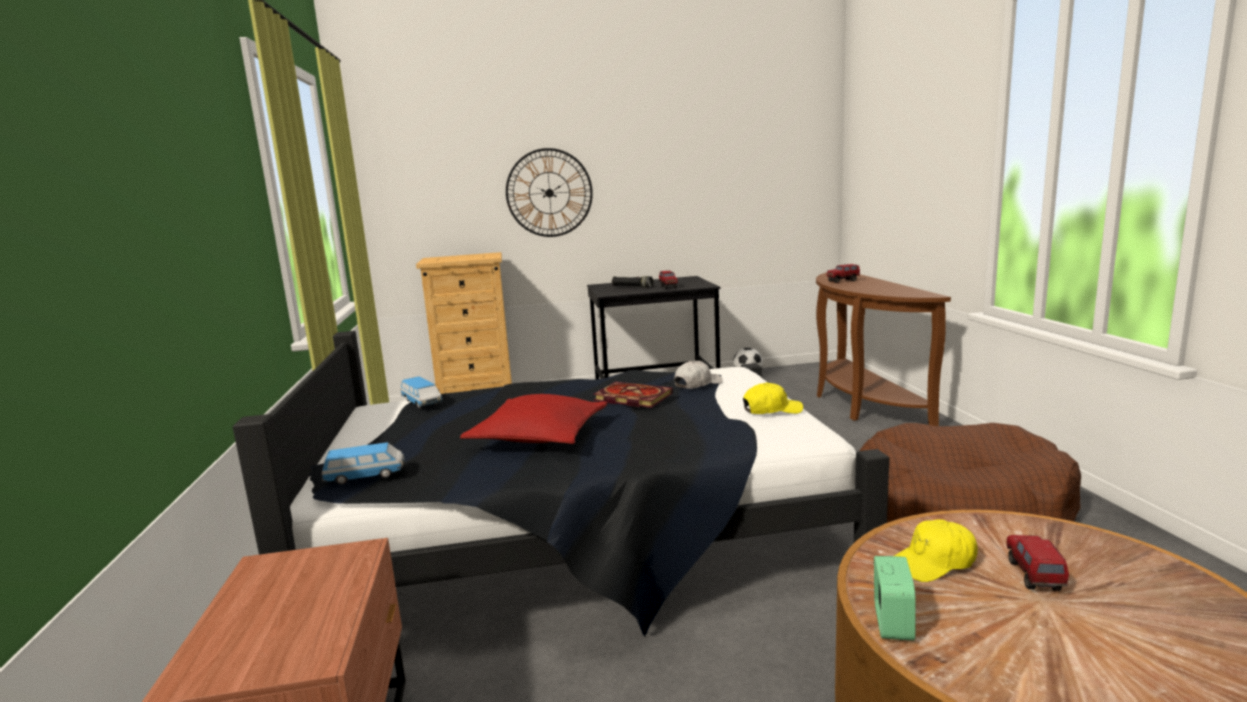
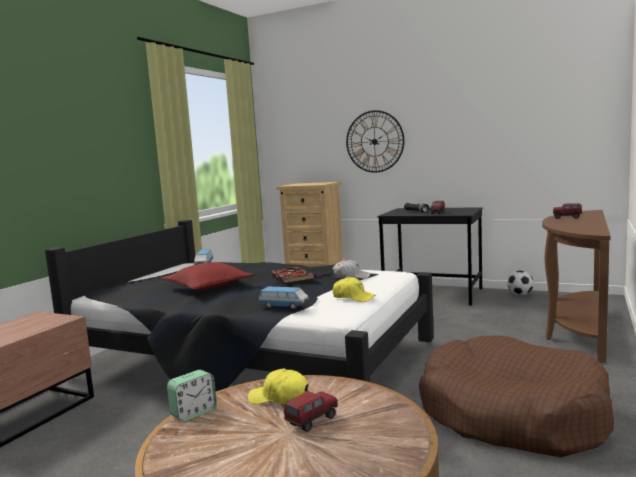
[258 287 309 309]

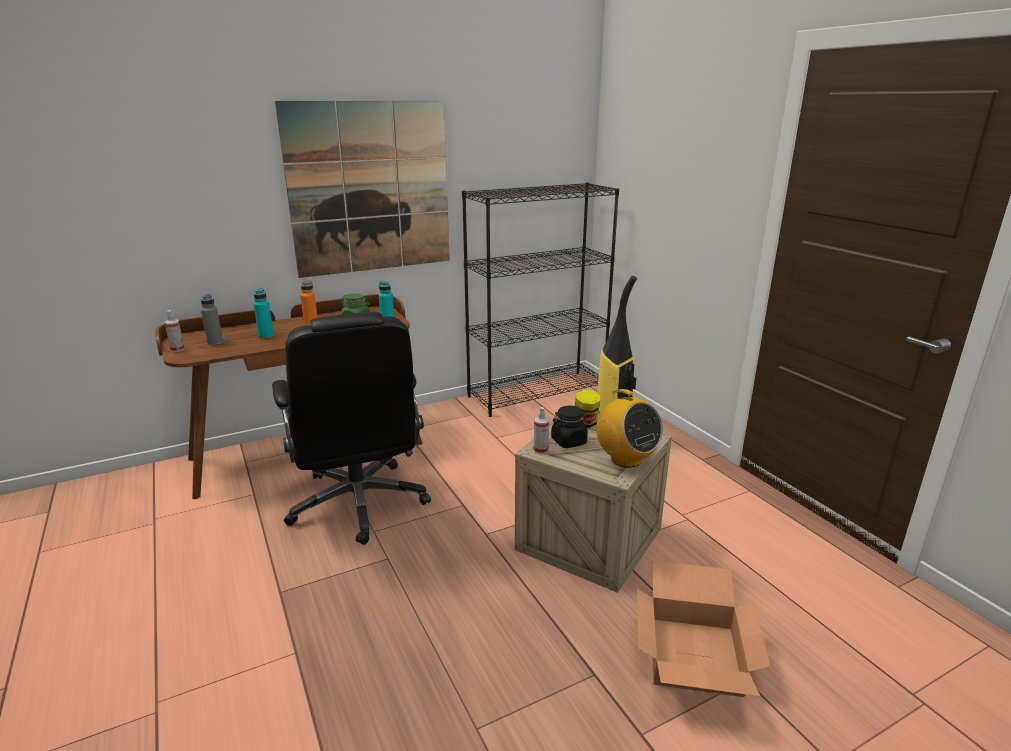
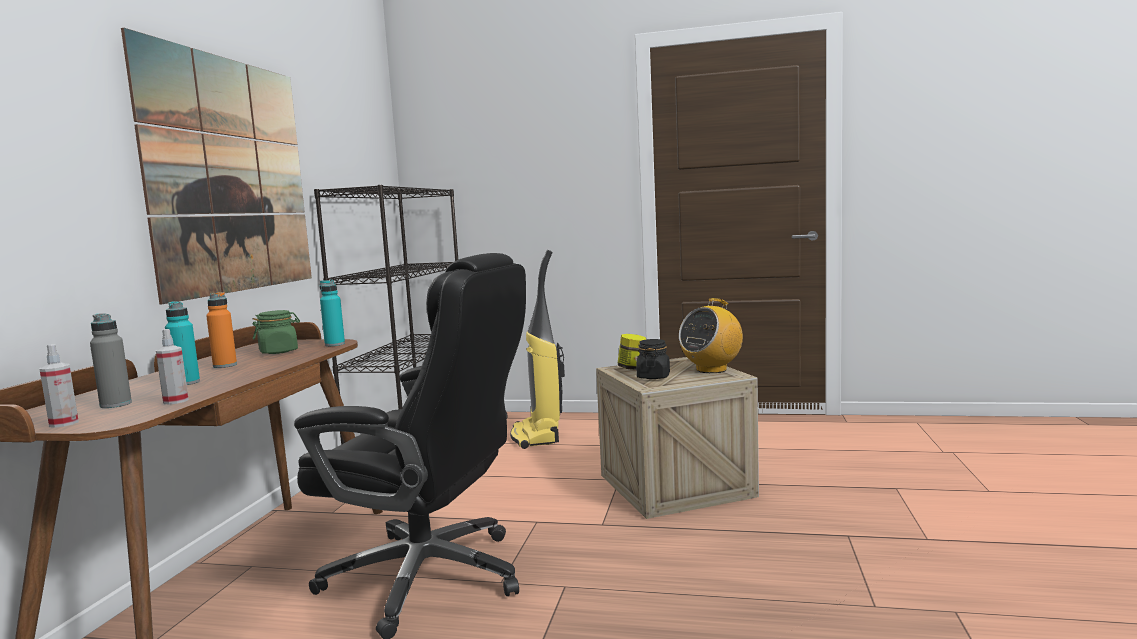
[156 329 189 404]
[679 298 743 373]
[637 561 771 697] (first image)

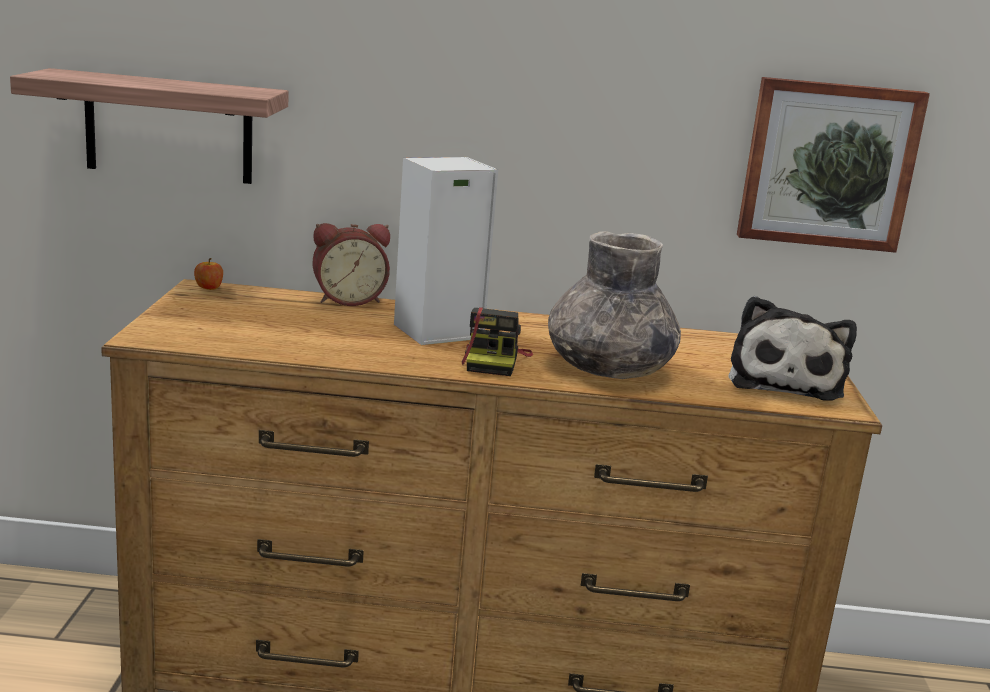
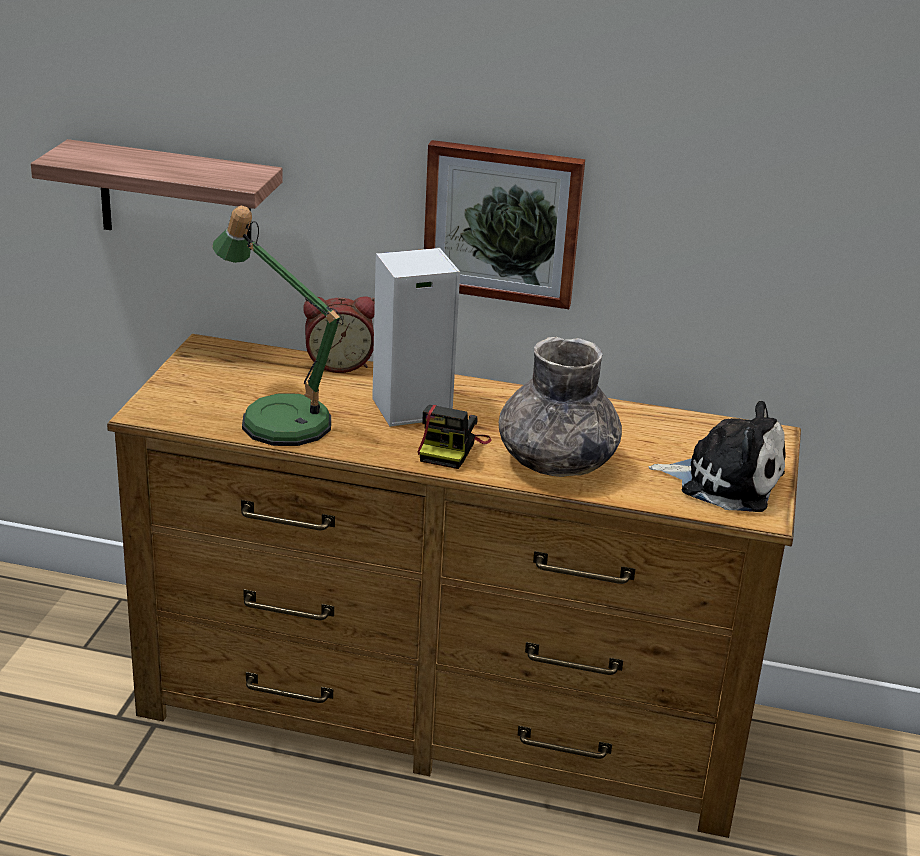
[212 205 343 446]
[424 140 585 309]
[648 401 786 512]
[194 258 223 290] (first image)

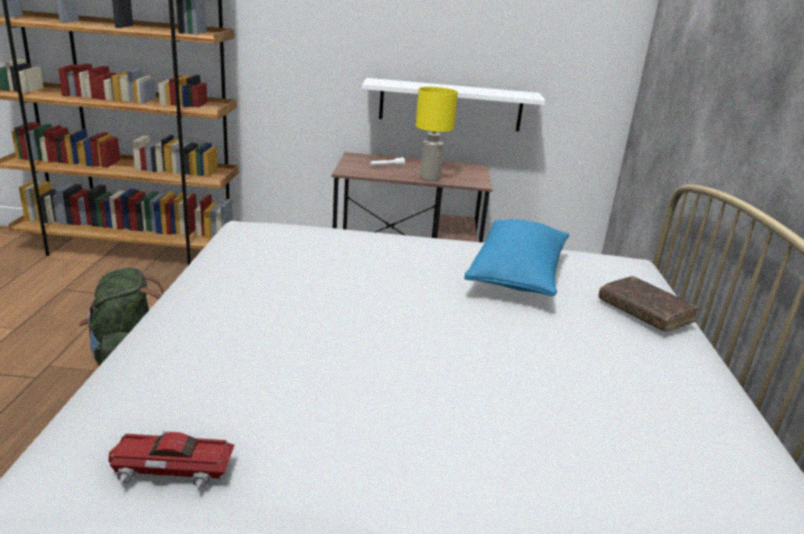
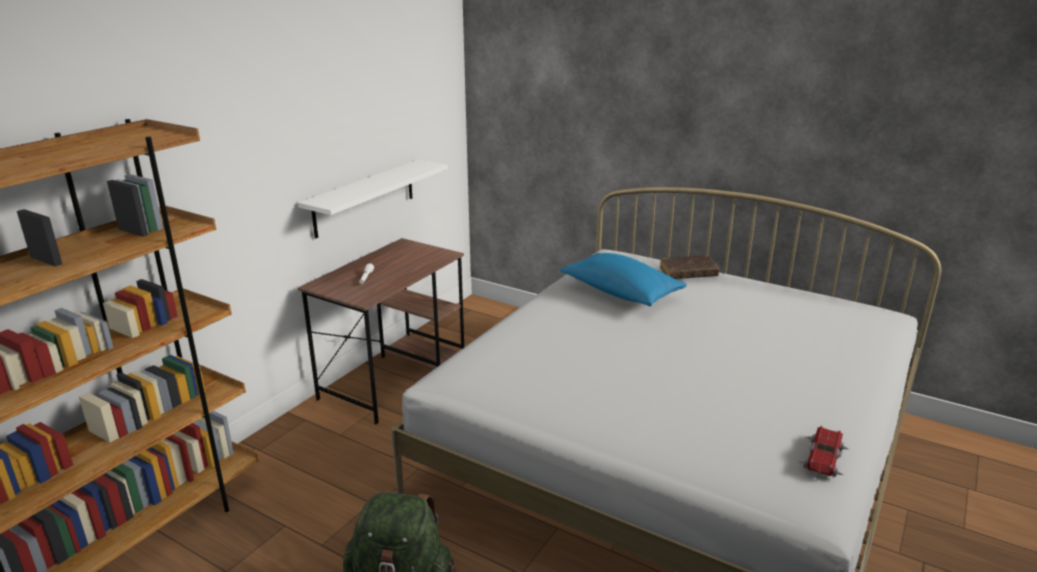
[416 87 458 181] (first image)

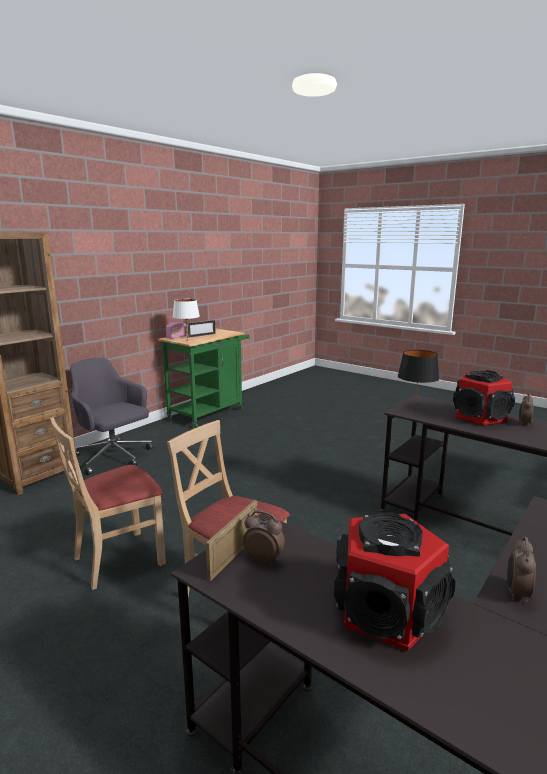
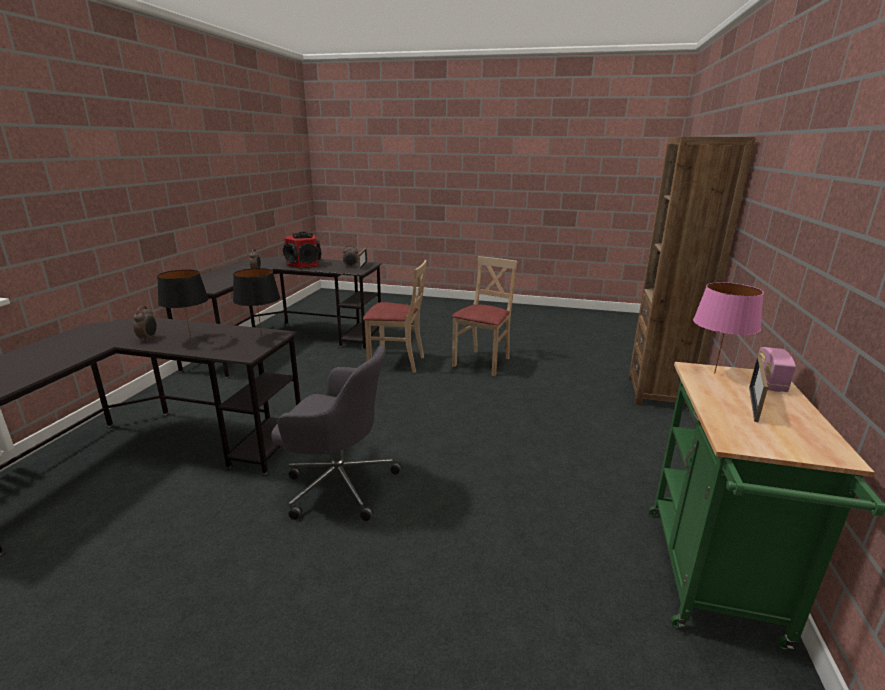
[157 270 209 338]
[271 345 402 521]
[693 282 764 374]

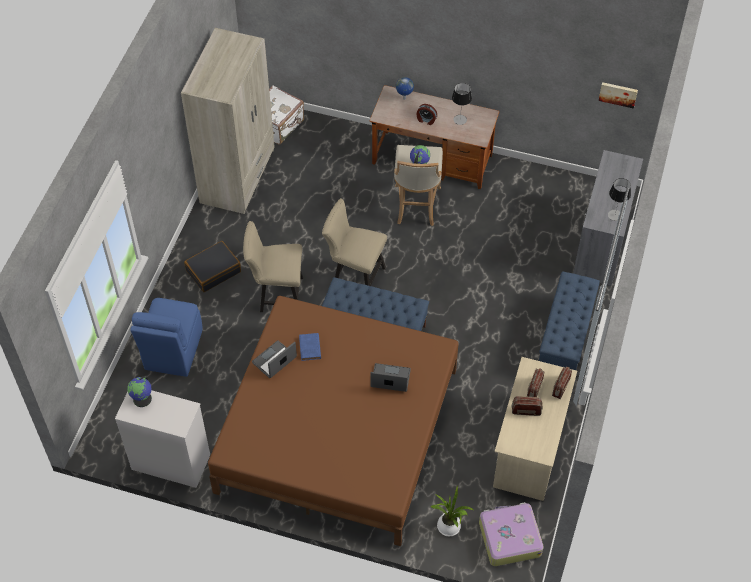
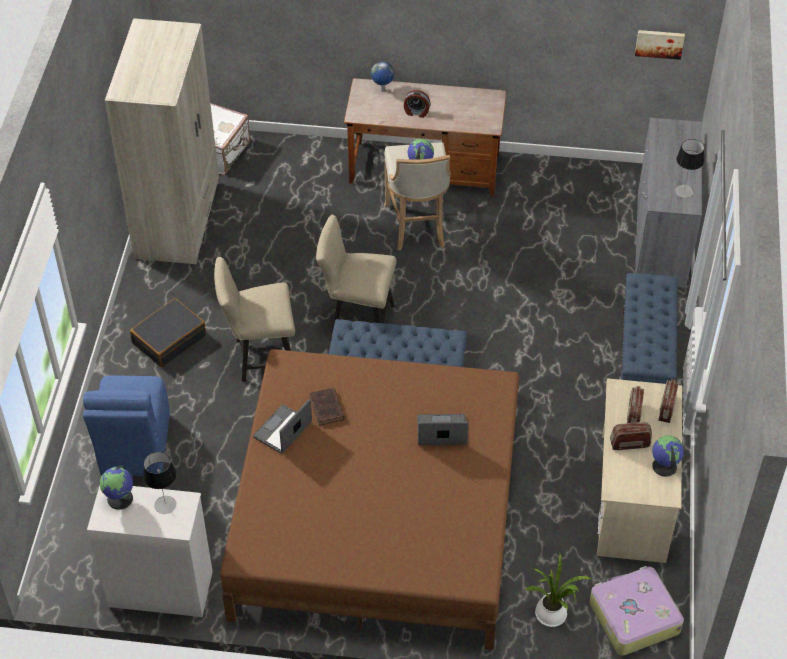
[143 452 176 514]
[309 387 345 426]
[652 435 684 477]

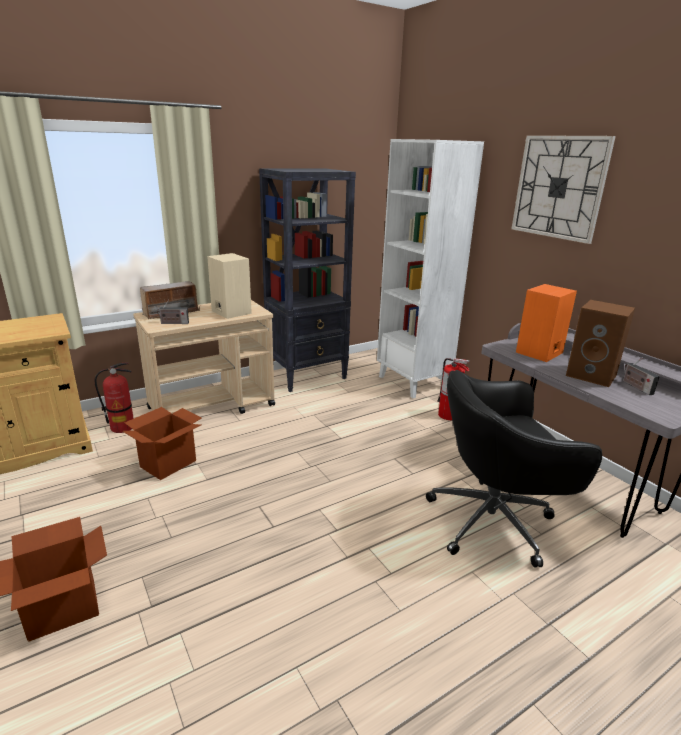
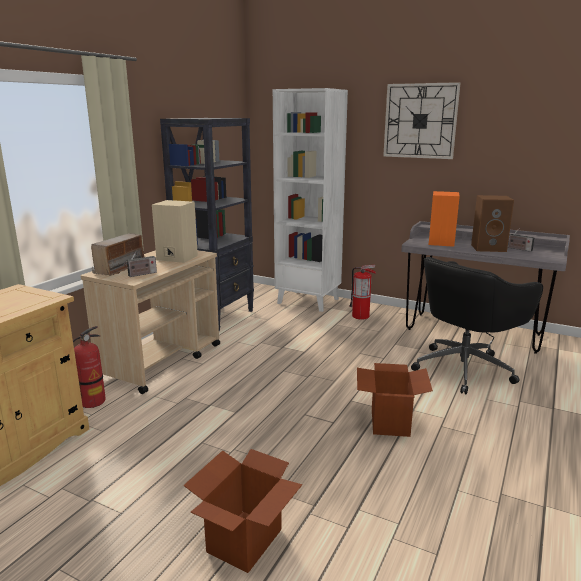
[357 363 433 437]

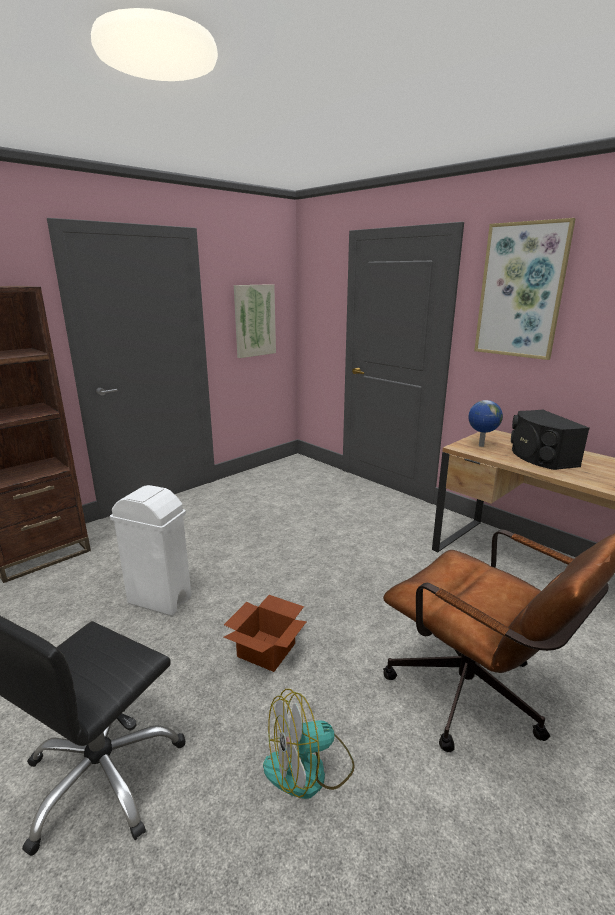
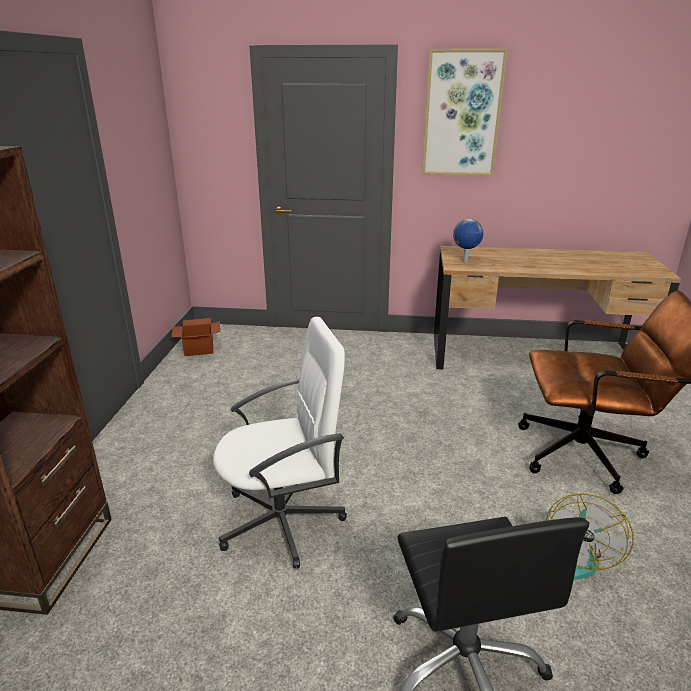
[172 318 221 356]
[213 317 347 568]
[234 284 276 358] (first image)
[511 410 590 470] (first image)

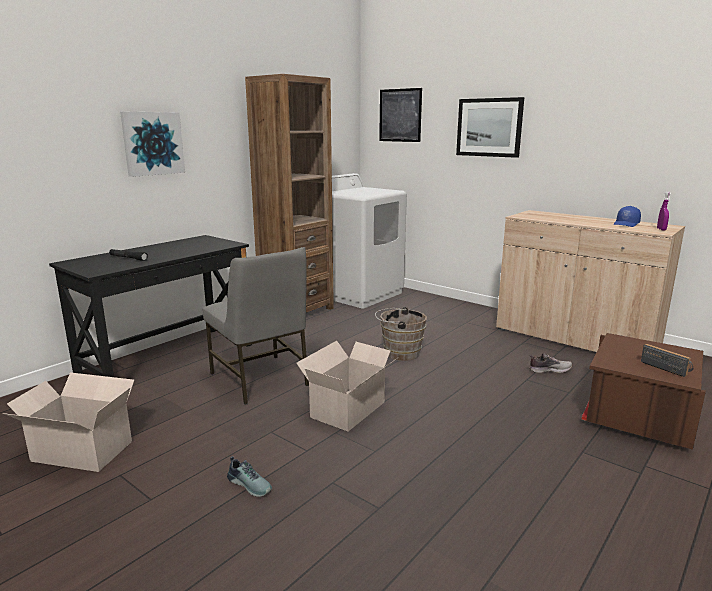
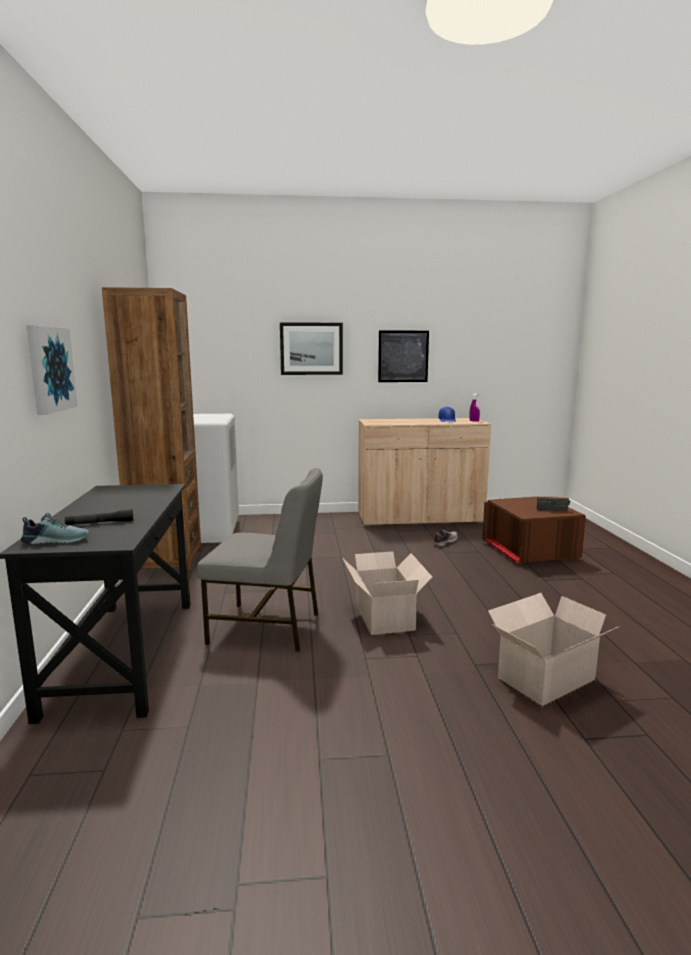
[21 513 89 544]
[378 331 429 382]
[488 593 618 706]
[375 307 427 361] (first image)

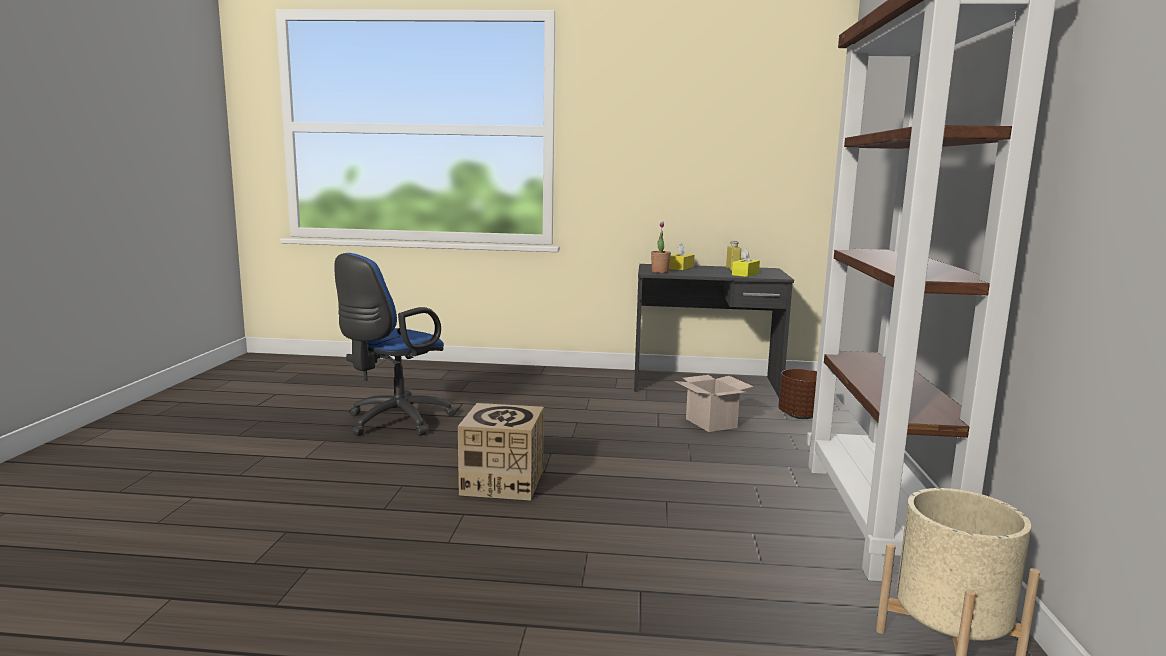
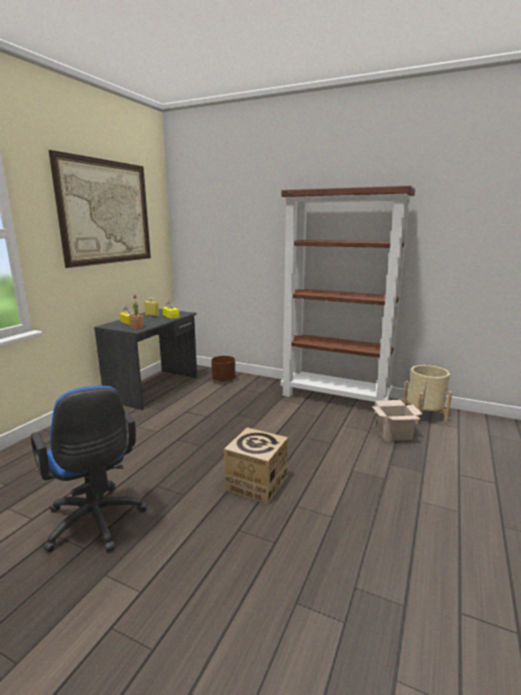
[48 150 151 268]
[372 400 422 441]

